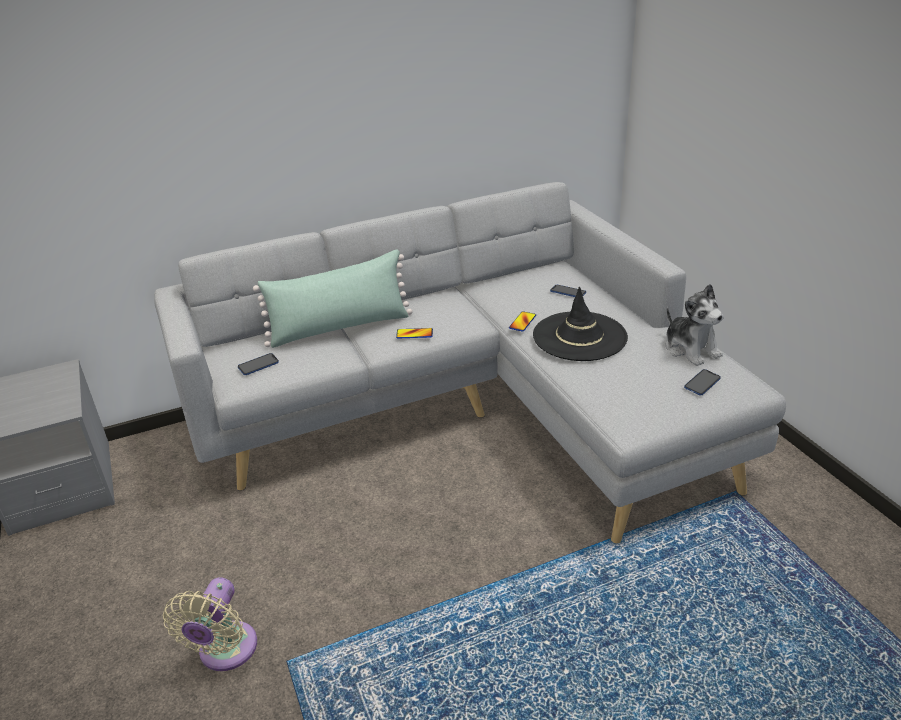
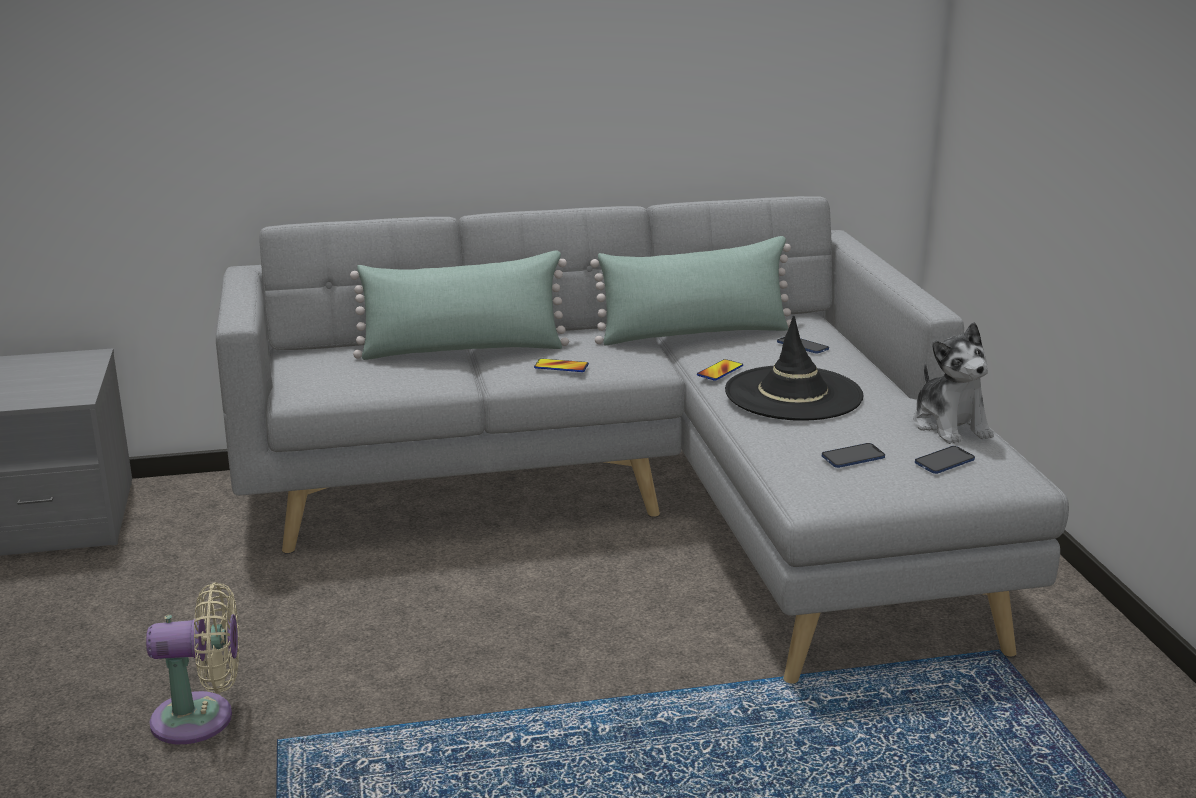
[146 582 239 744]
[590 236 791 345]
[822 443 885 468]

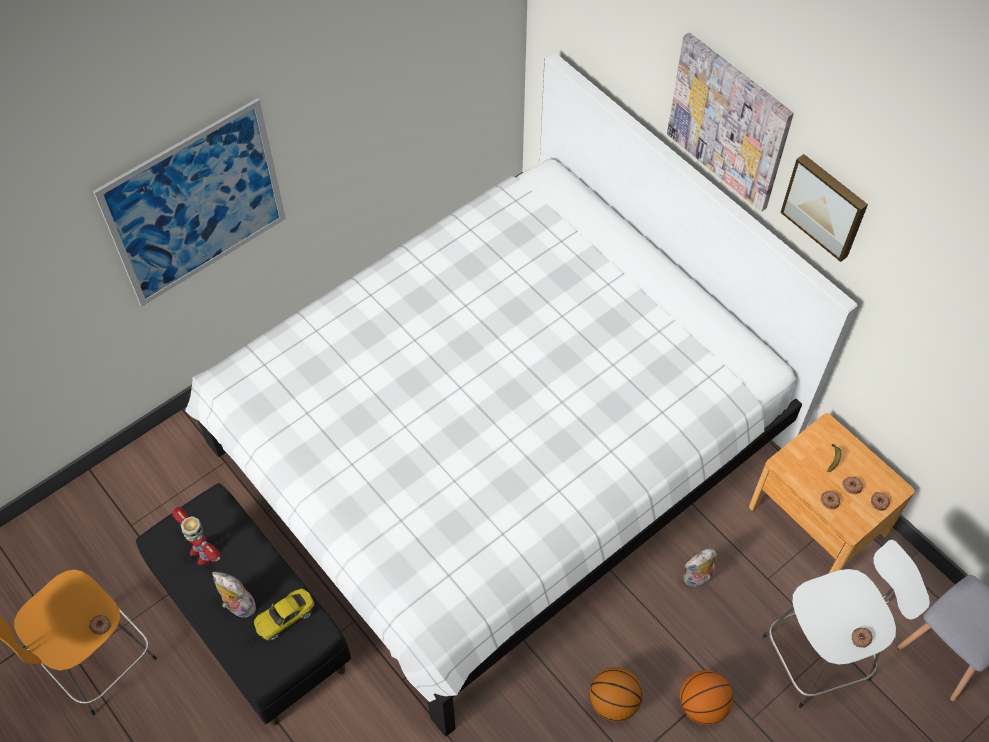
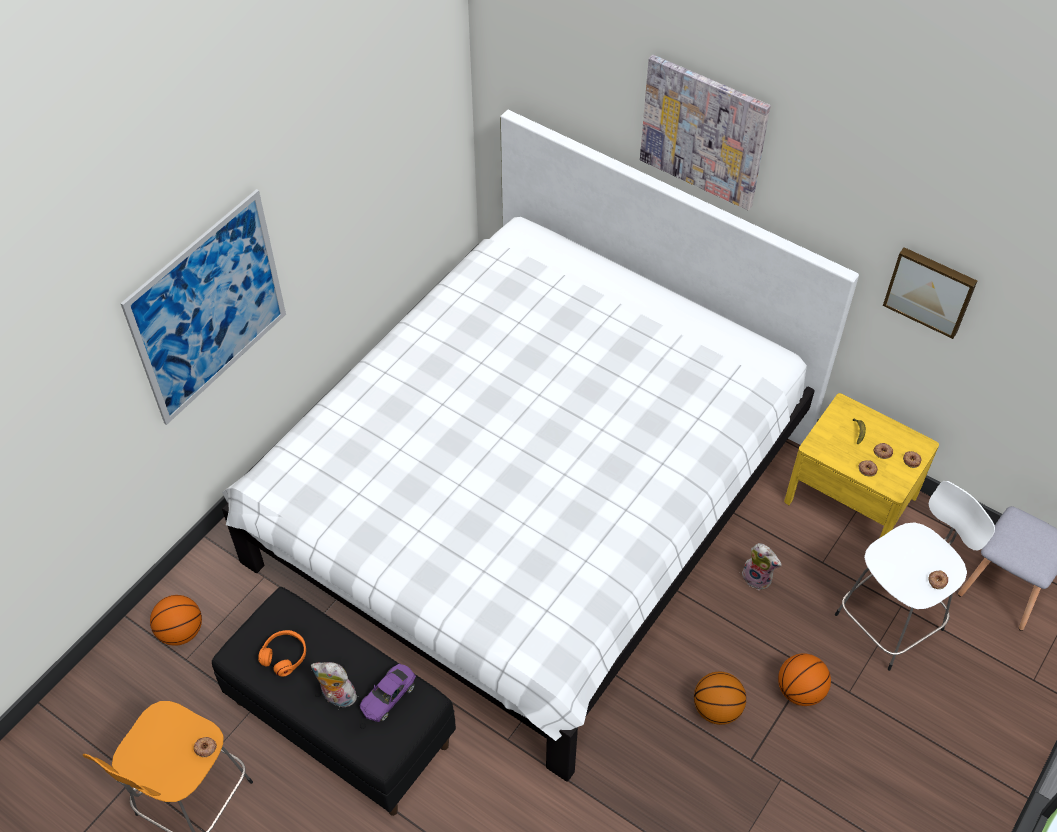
[150 595 202 646]
[258 630 306 677]
[360 663 416 722]
[738 543 782 590]
[784 393 939 538]
[883 247 977 339]

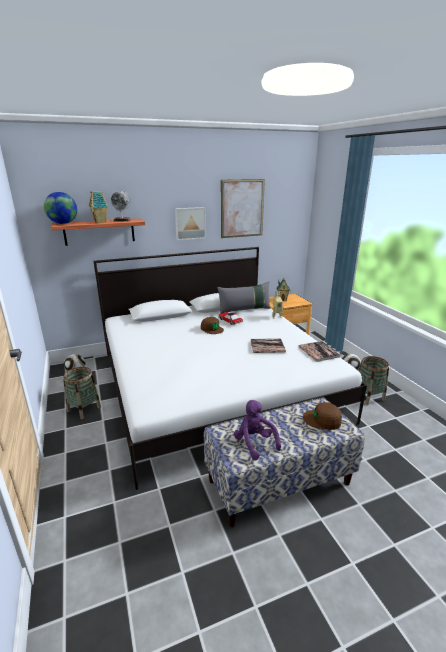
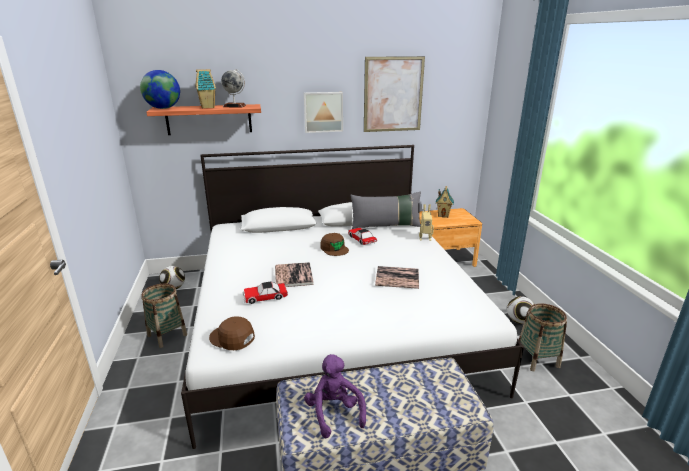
[209 316 255 350]
[243 282 288 304]
[275 262 314 287]

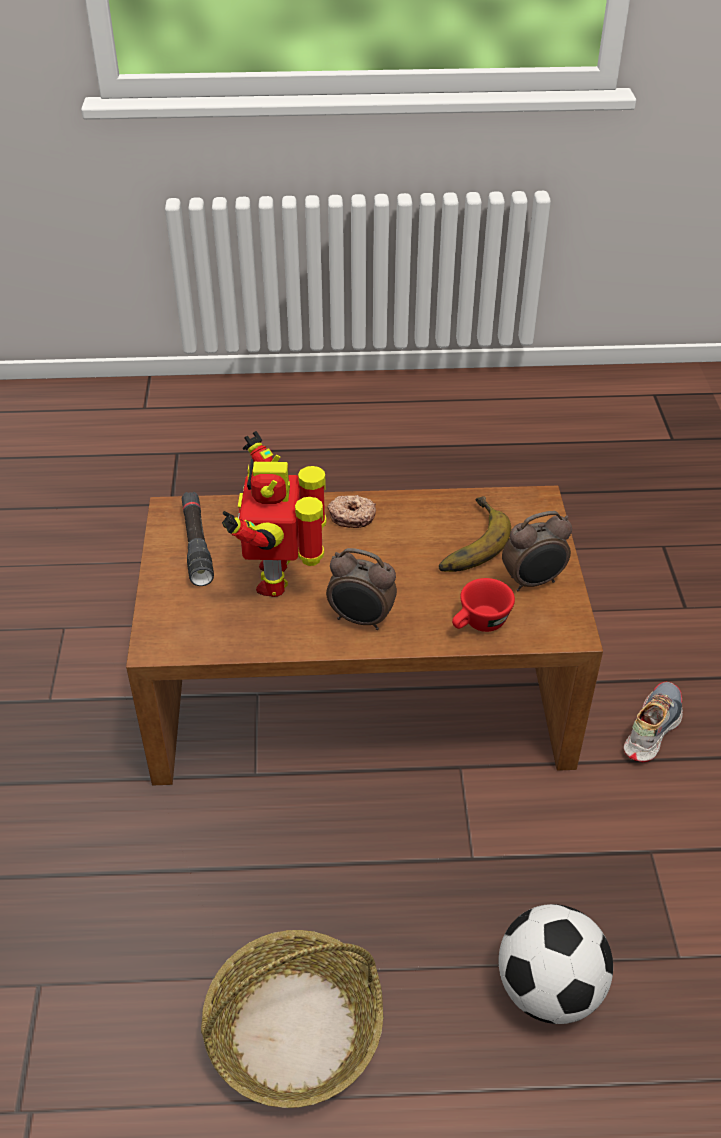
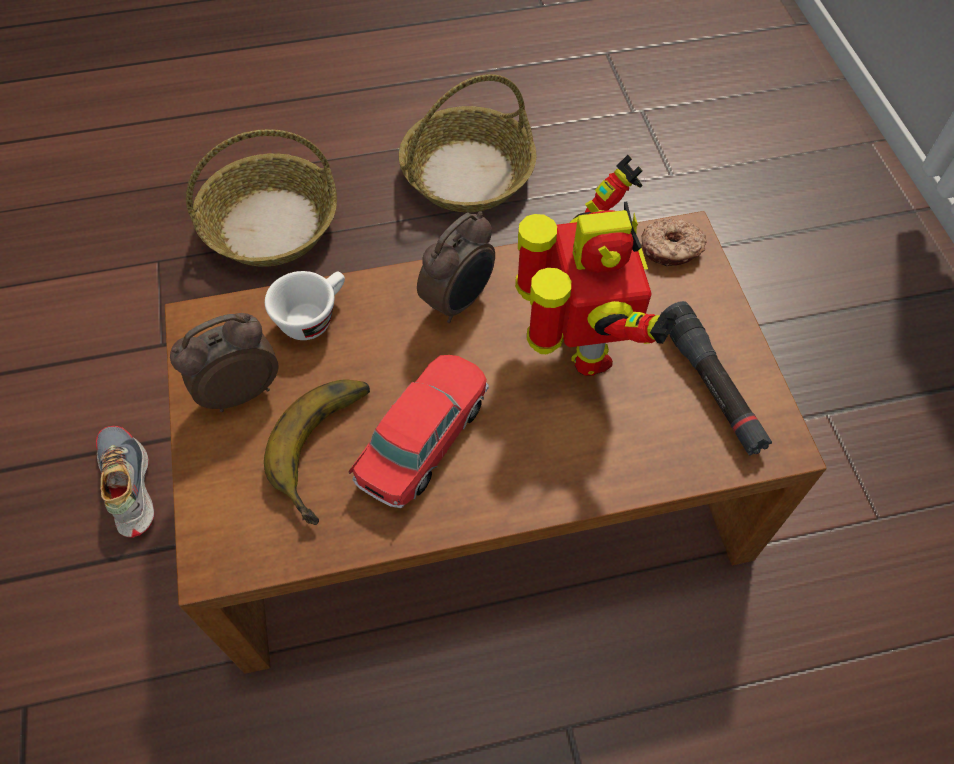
[96 426 154 538]
[186 129 337 266]
[265 271 345 340]
[348 355 489 508]
[417 211 495 323]
[642 219 707 266]

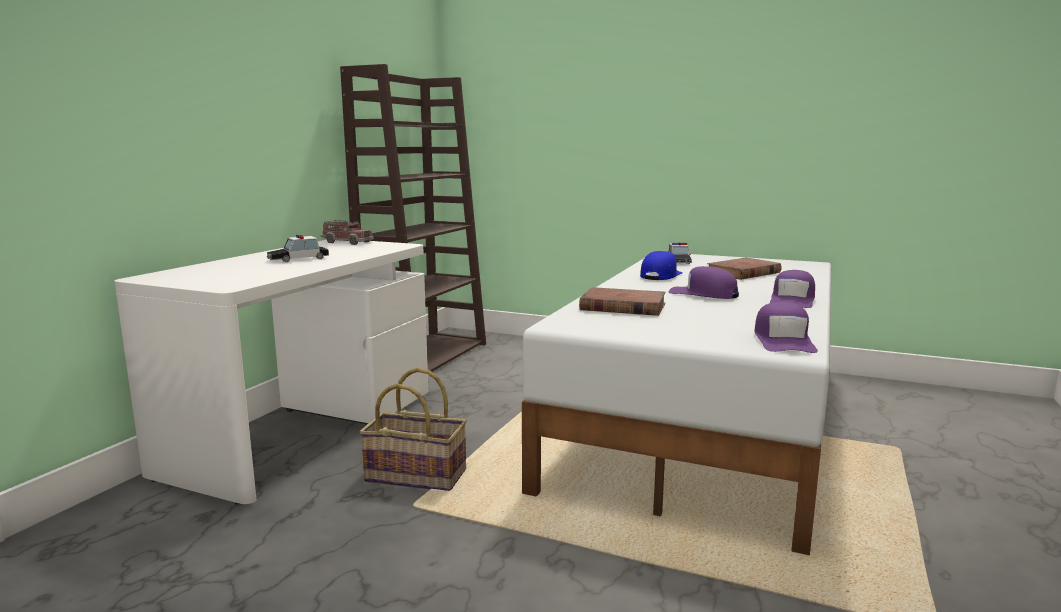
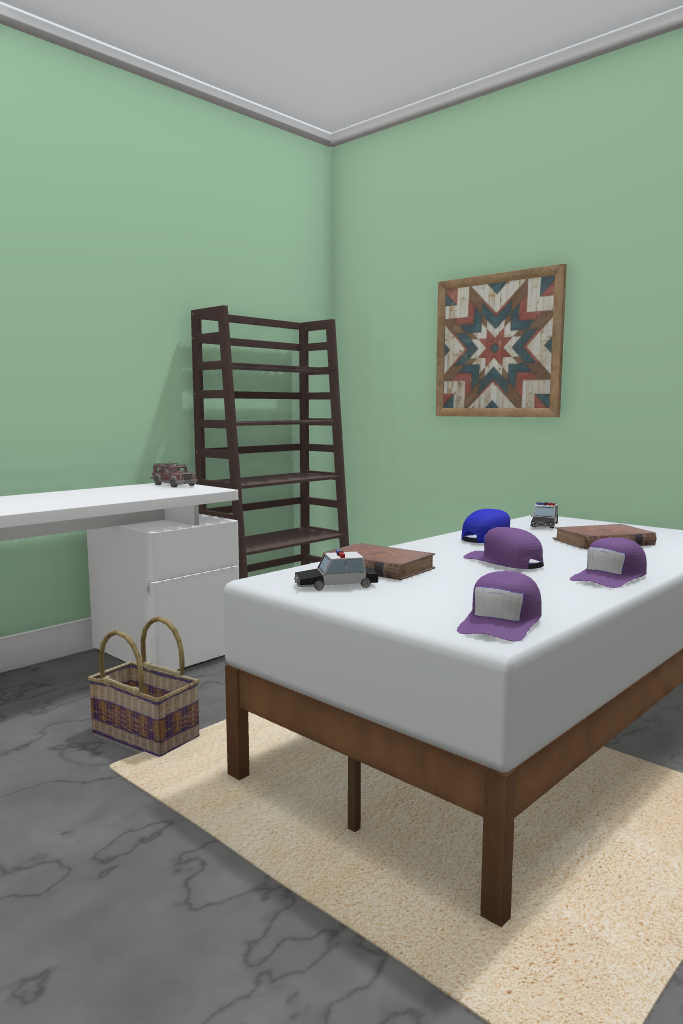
[294 549 378 590]
[436 264 567 417]

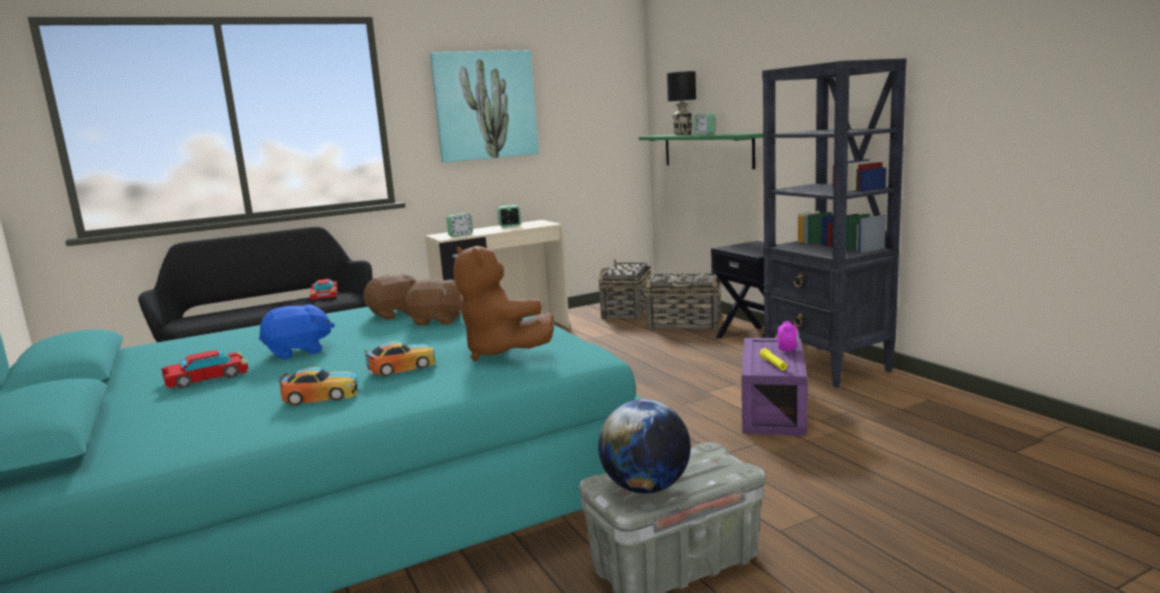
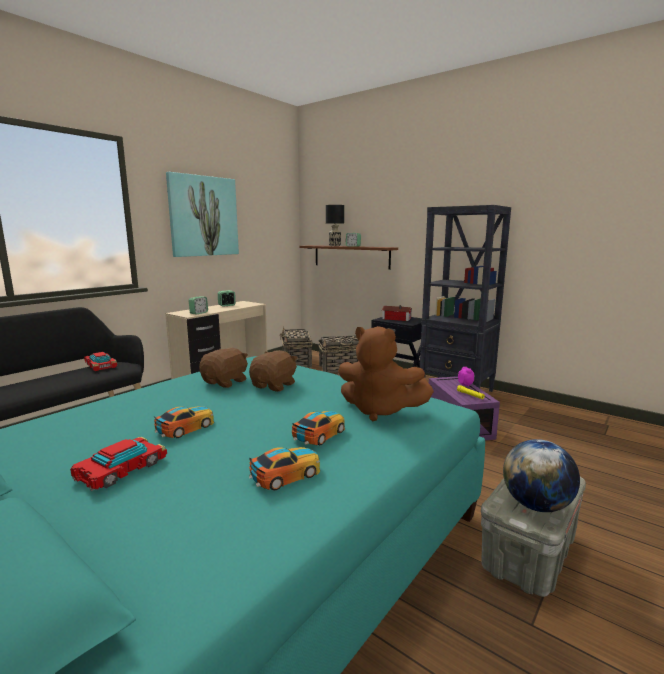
[154 406 214 438]
[249 350 298 392]
[299 245 398 270]
[382 305 412 321]

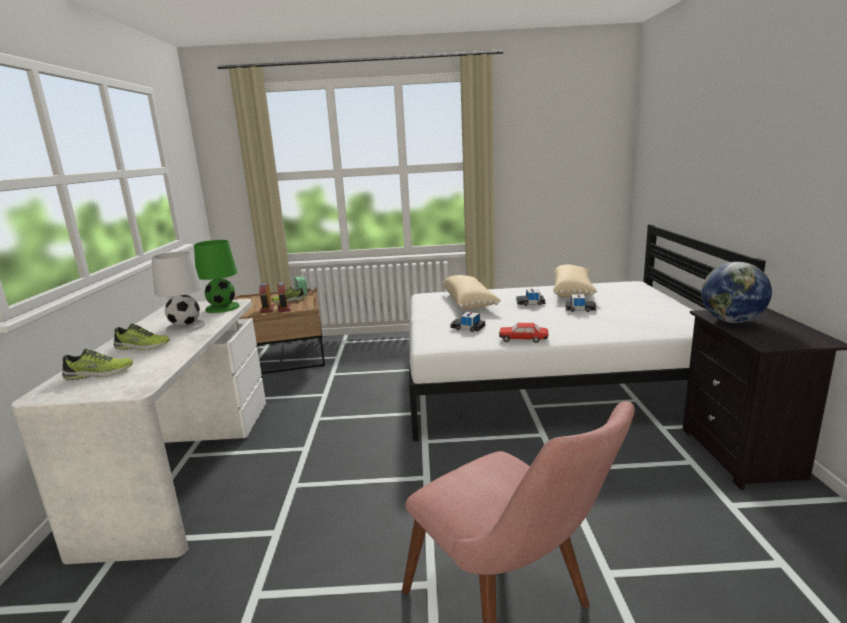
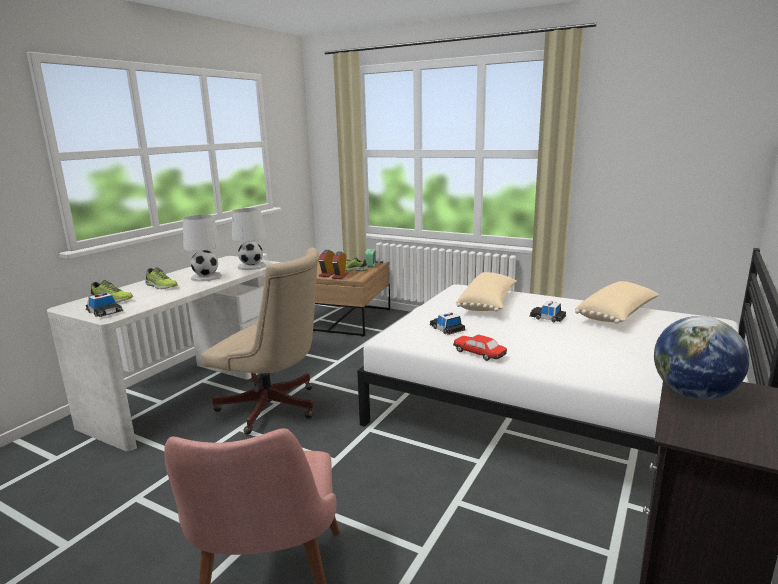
[85 293 123 317]
[201 247 319 435]
[232 208 266 270]

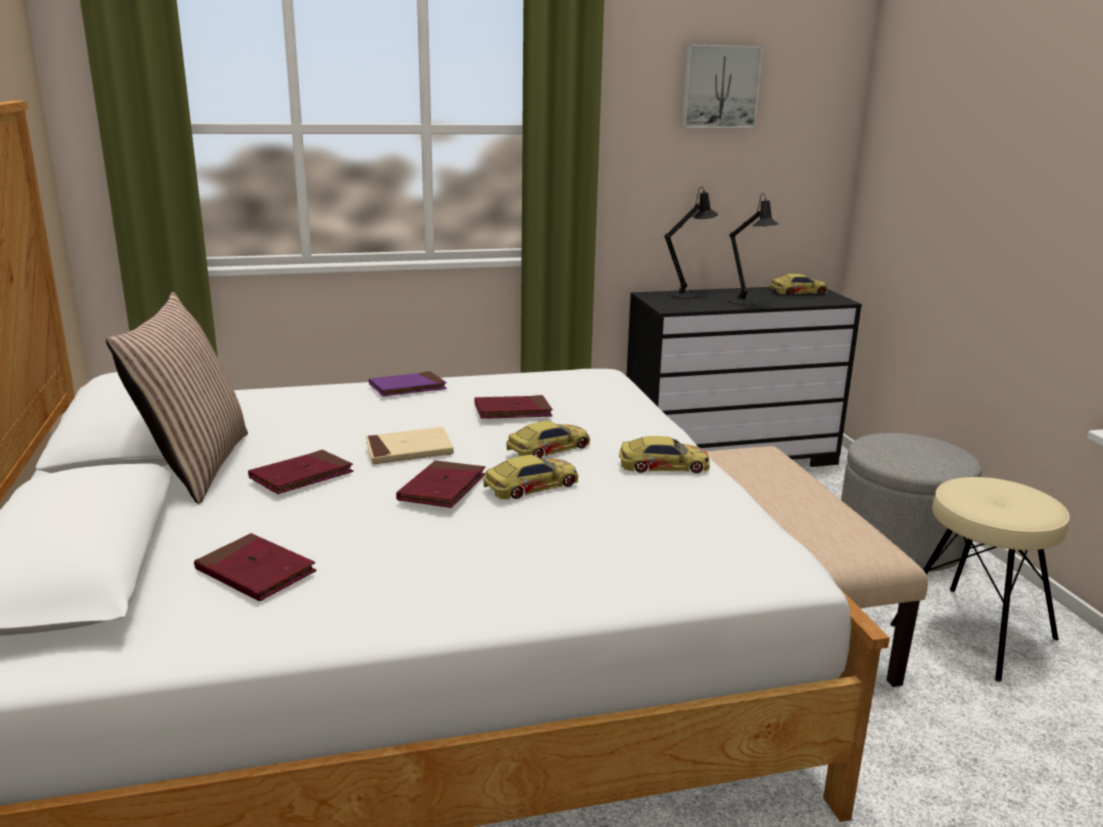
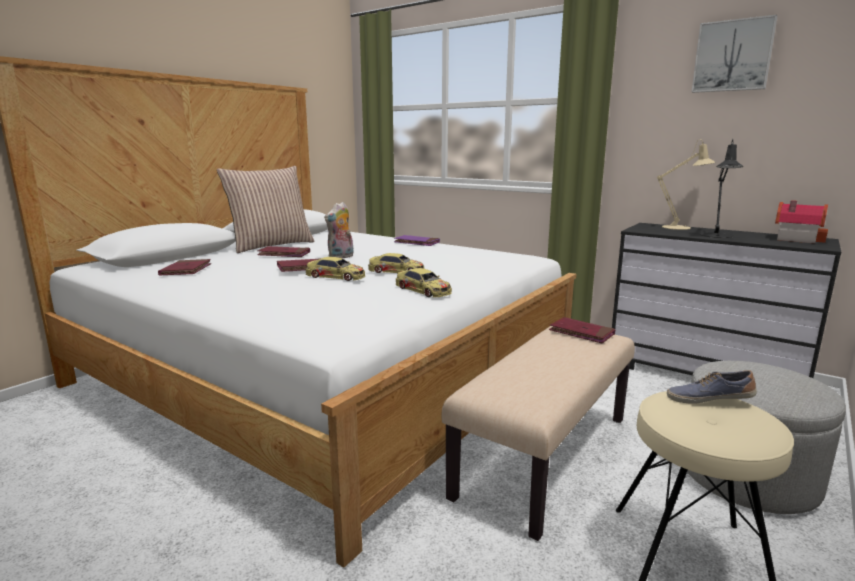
[324 202 354 258]
[549 317 615 343]
[657 139 716 230]
[667 370 757 404]
[775 200 828 244]

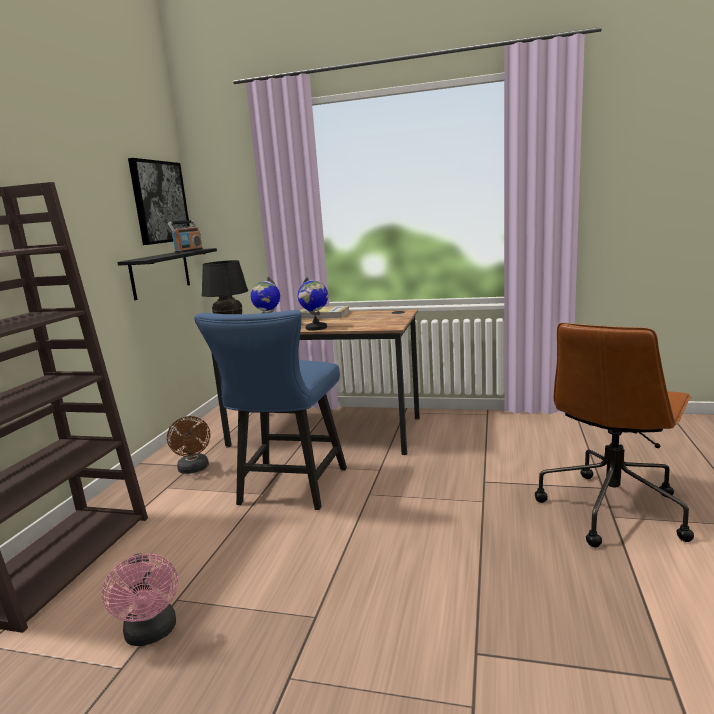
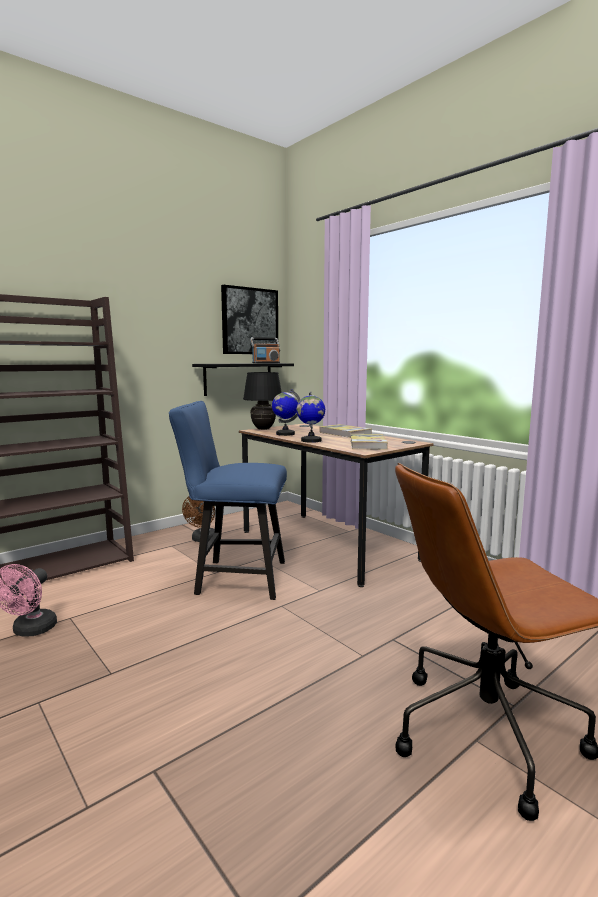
[169 401 287 600]
[350 434 388 450]

